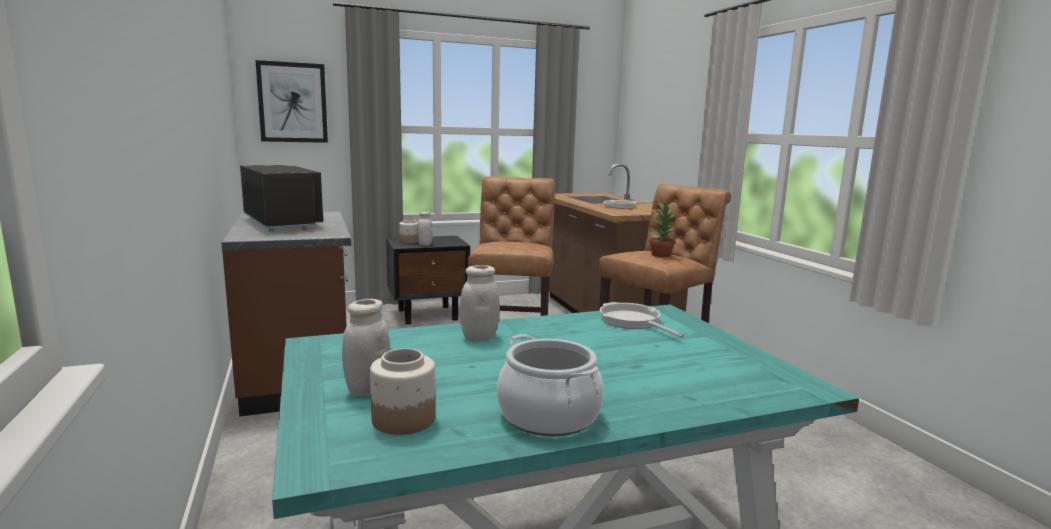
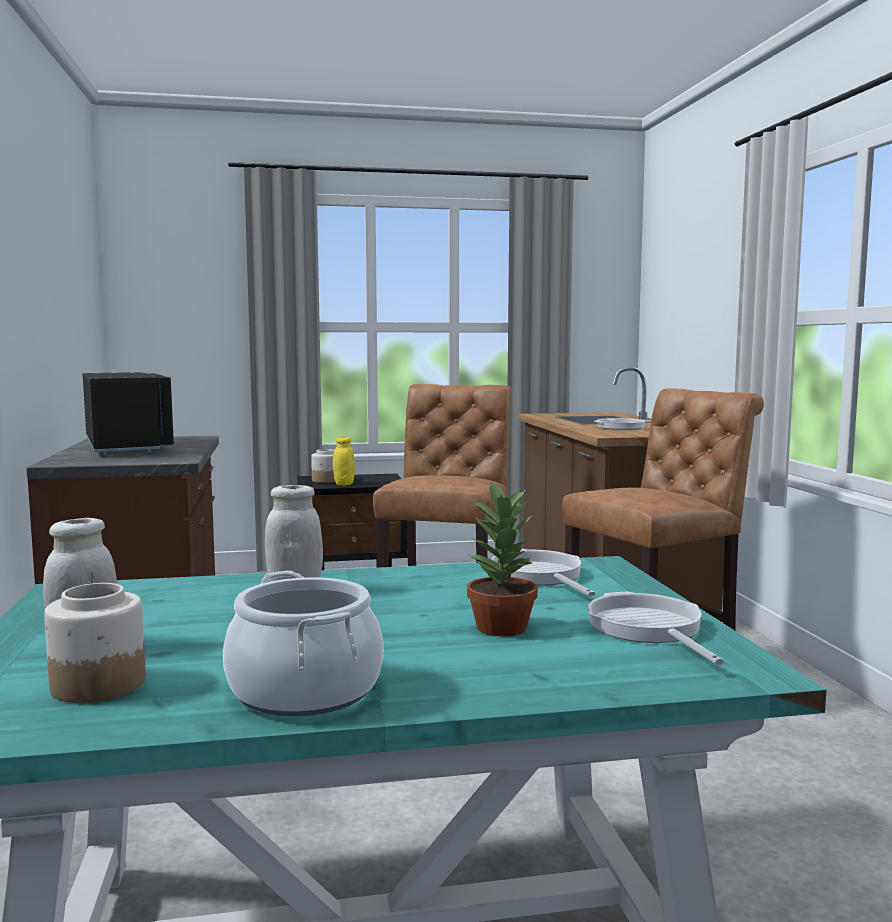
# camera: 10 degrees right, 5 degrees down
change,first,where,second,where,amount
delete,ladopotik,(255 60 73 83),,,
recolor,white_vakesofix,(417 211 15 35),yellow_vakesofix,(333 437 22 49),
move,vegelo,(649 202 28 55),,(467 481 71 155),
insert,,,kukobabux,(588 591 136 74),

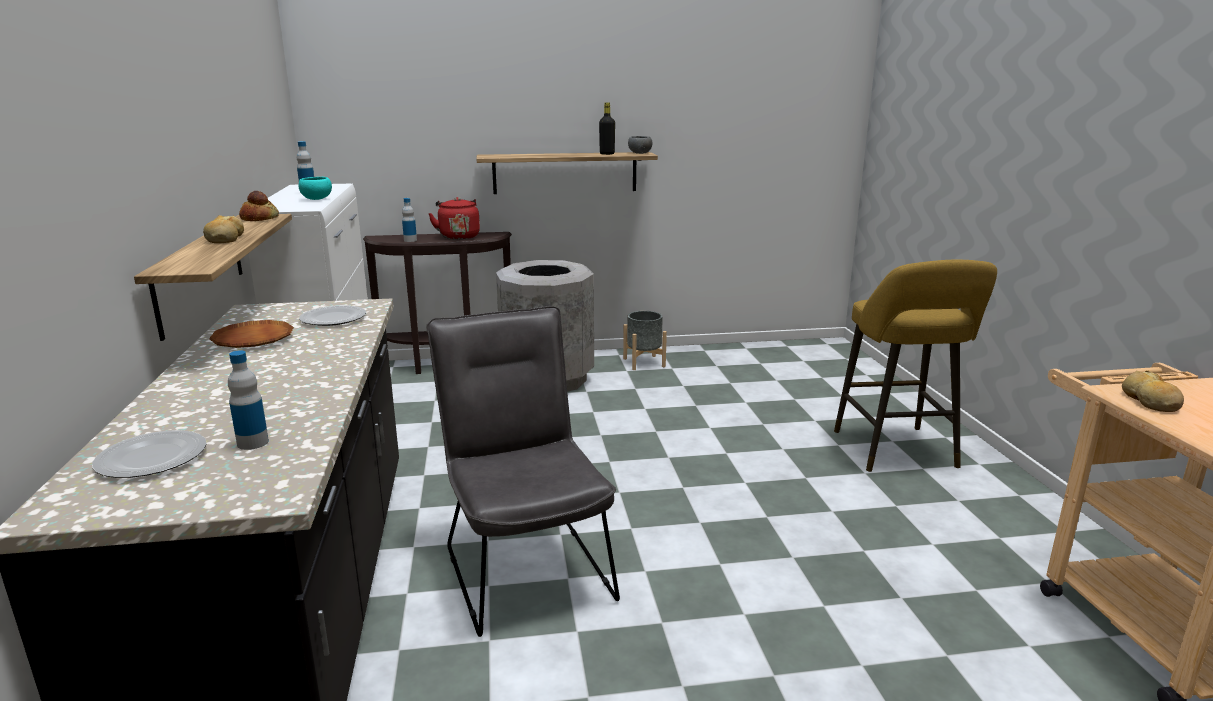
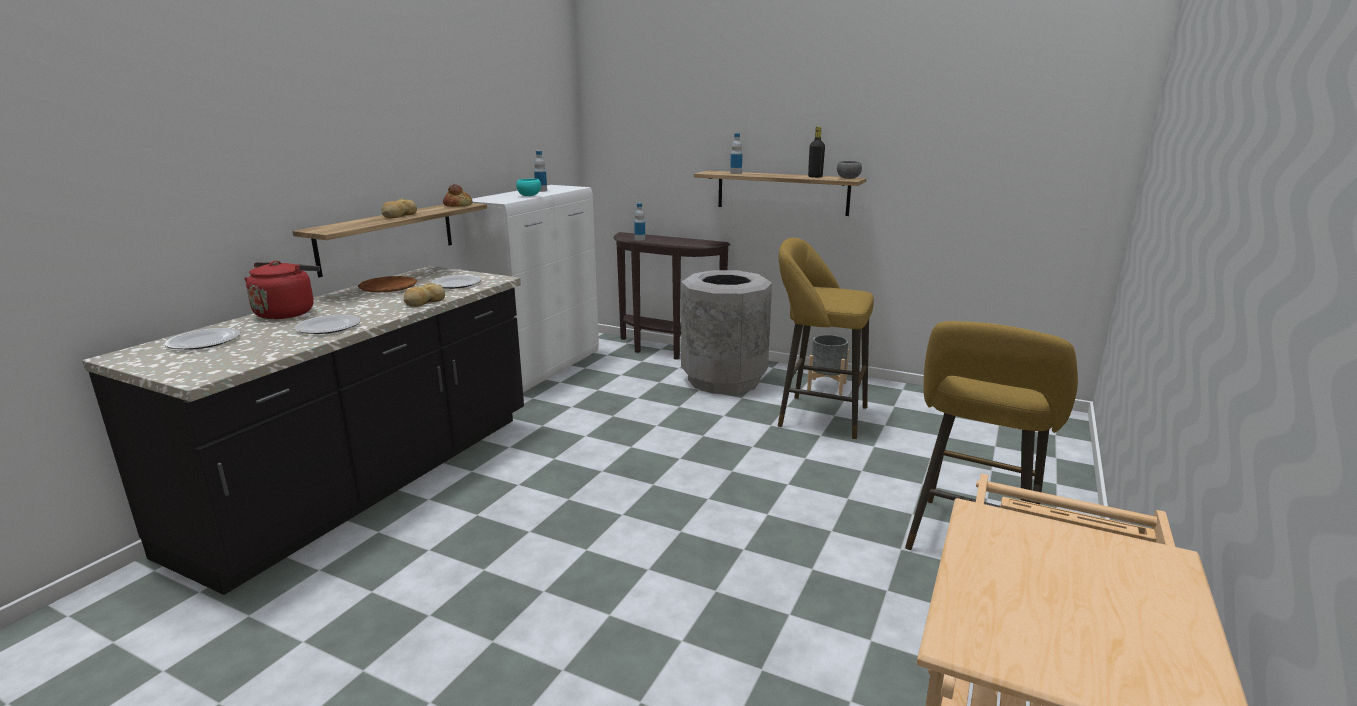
# camera: 35 degrees right, 0 degrees up
change,first,where,second,where,amount
move,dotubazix,(228 350 41 100),,(730 133 12 41),
delete,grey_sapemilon,(426 306 194 331),,,
move,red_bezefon,(428 197 52 43),,(244 260 76 59),
move,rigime,(1122 370 62 42),,(404 283 41 24),
insert,,,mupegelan,(294 315 67 19),
insert,,,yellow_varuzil,(778 238 96 201),

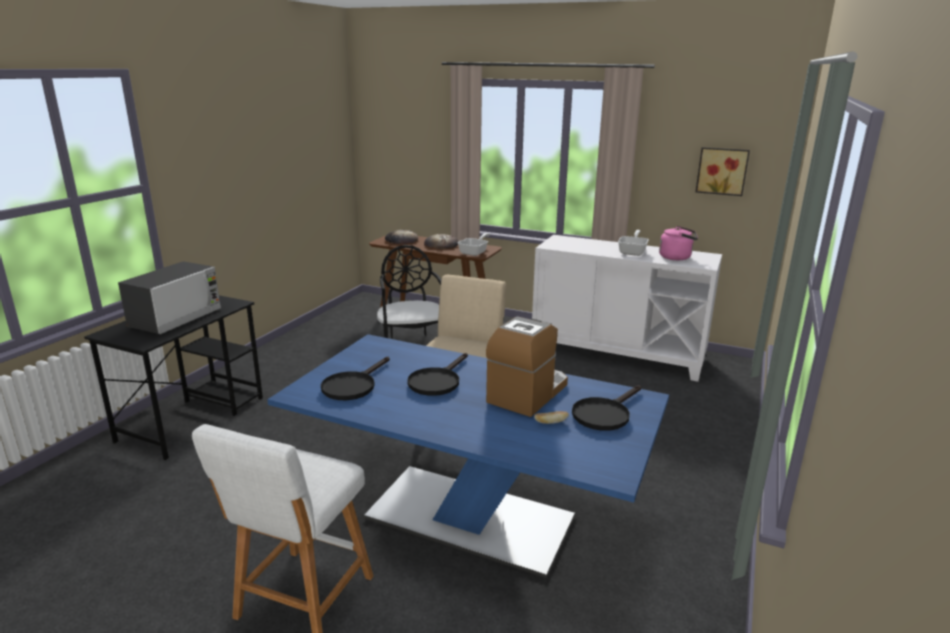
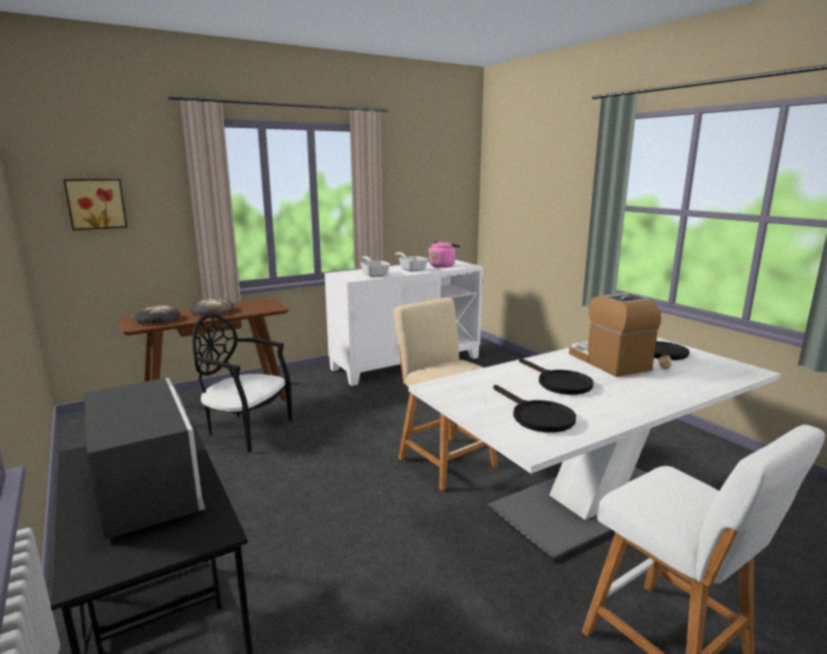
# camera: 55 degrees left, 5 degrees down
change,first,where,second,where,amount
recolor,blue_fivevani,(267 334 402 244),white_fivevani,(408 338 373 224),
move,kukobabux,(458 233 32 23),,(361 256 29 21),
move,ladopotik,(696 147 54 49),,(63 179 65 51),

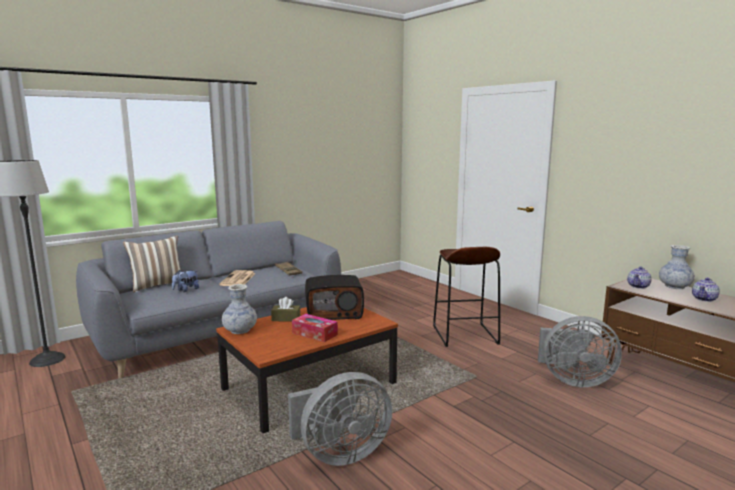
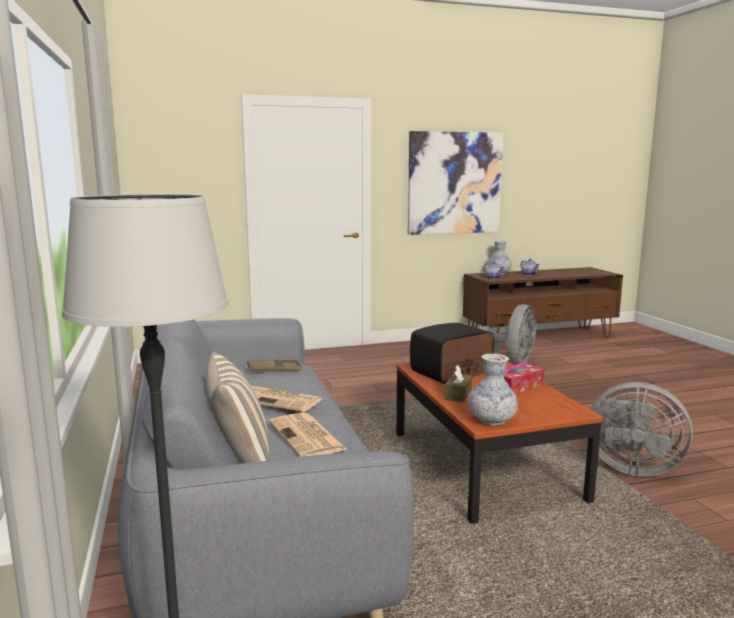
# camera: 70 degrees left, 0 degrees up
change,first,where,second,where,amount
replace,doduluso,(172 270 27 22),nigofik,(269 413 78 44),
rotate,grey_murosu,(288 372 104 94),,(590 382 103 95),120 degrees clockwise
rotate,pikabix,(305 275 59 45),,(410 323 84 61),135 degrees counterclockwise
delete,brown_varuzil,(433 247 68 100),,,
insert,,,ladopotik,(408 131 95 104),

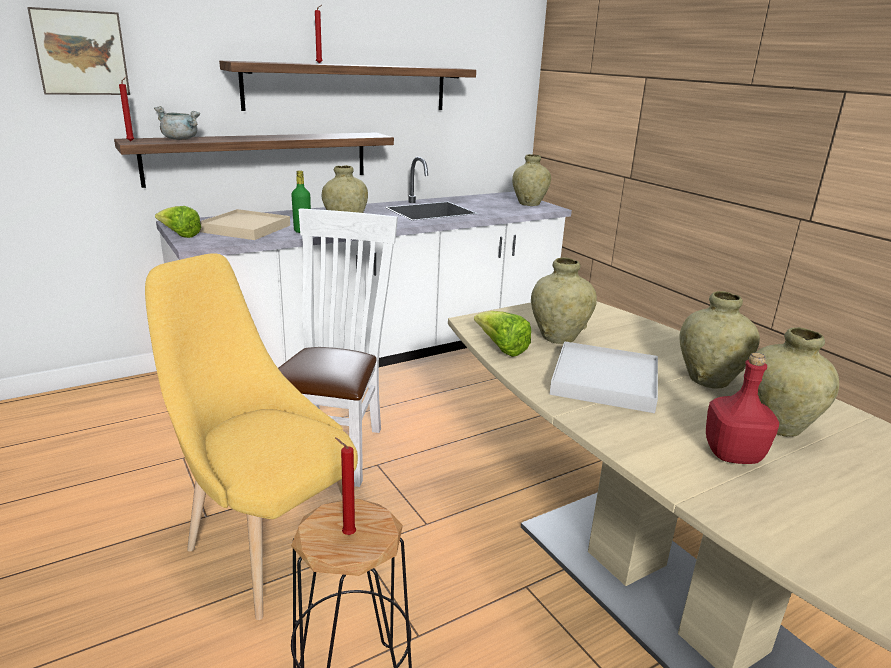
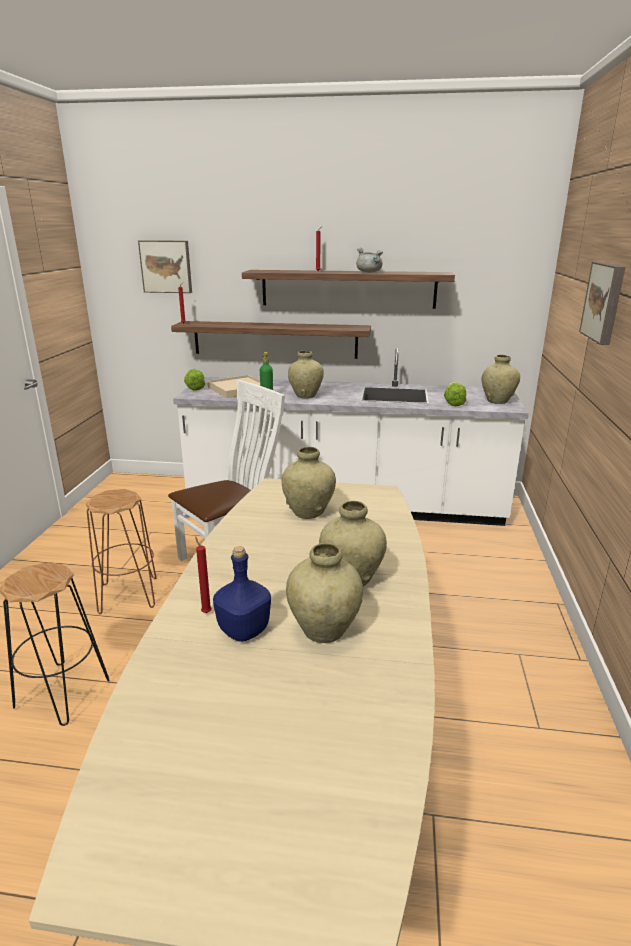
# camera: 40 degrees right, 0 degrees up
change,first,where,second,where,amount
replace,yellow_sapemilon,(145 253 213 367),brown_varuzil,(85 489 71 125),
move,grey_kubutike,(154 106 46 34),,(356 248 27 25),
move,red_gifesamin,(335 438 21 97),,(195 537 17 76),
move,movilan,(474 311 57 46),,(444 382 22 24),
delete,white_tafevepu,(550 341 108 72),,,
recolor,red_dotubazix,(706 353 73 111),blue_dotubazix,(213 546 58 96),
insert,,,ladopotik,(579 262 46 83),

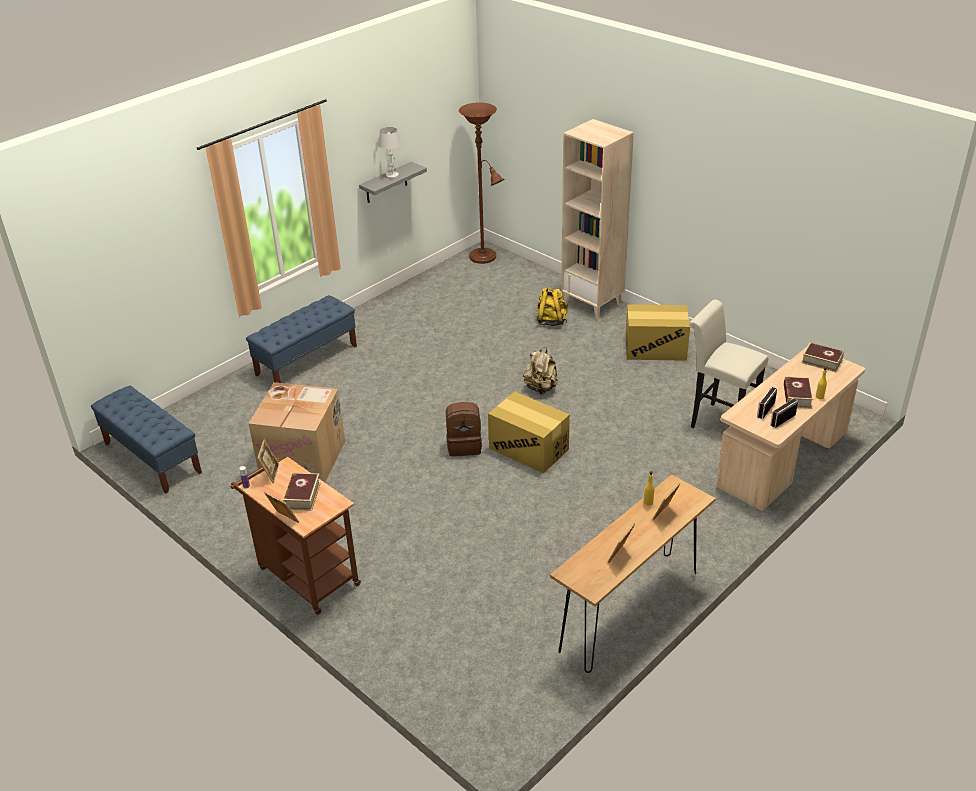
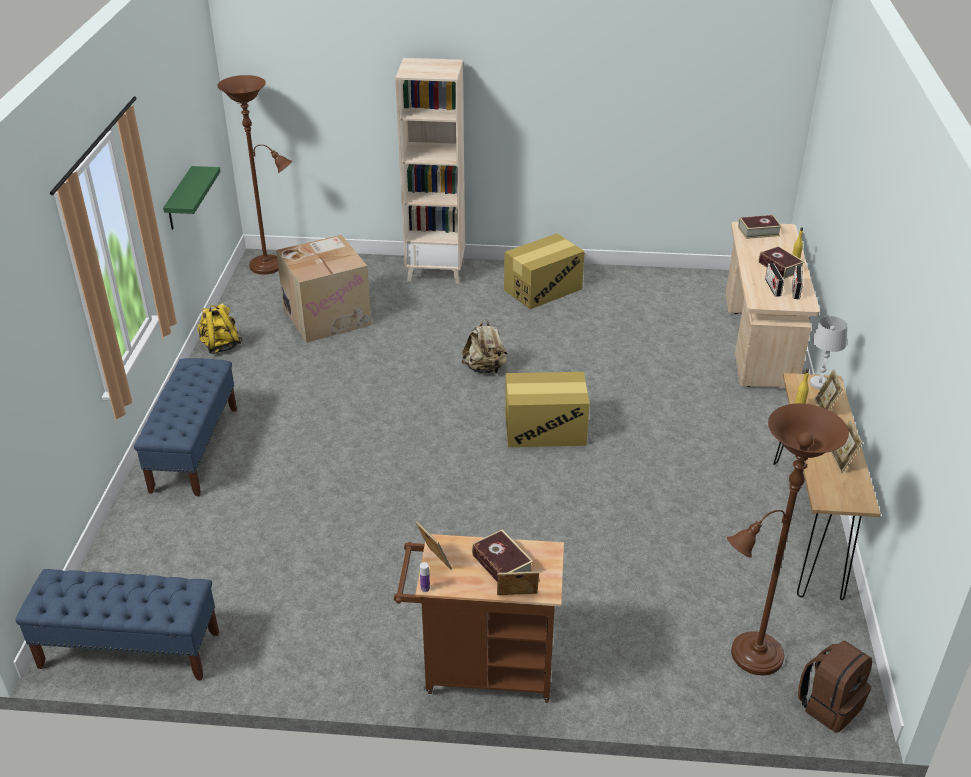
# camera: 40 degrees left, 0 degrees up
change,first,where,second,where,amount
move,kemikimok,(248 382 97 100),,(276 235 96 108),
recolor,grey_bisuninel,(359 162 68 41),green_bisuninel,(163 166 58 64),
move,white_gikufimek,(379 127 22 52),,(810 316 37 73),
move,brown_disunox,(446 402 36 54),,(798 640 74 93),
move,yellow_disunox,(537 287 31 39),,(197 303 46 51),
delete,white_varuzil,(689 299 80 129),,,
insert,,,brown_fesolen,(727 403 122 272),

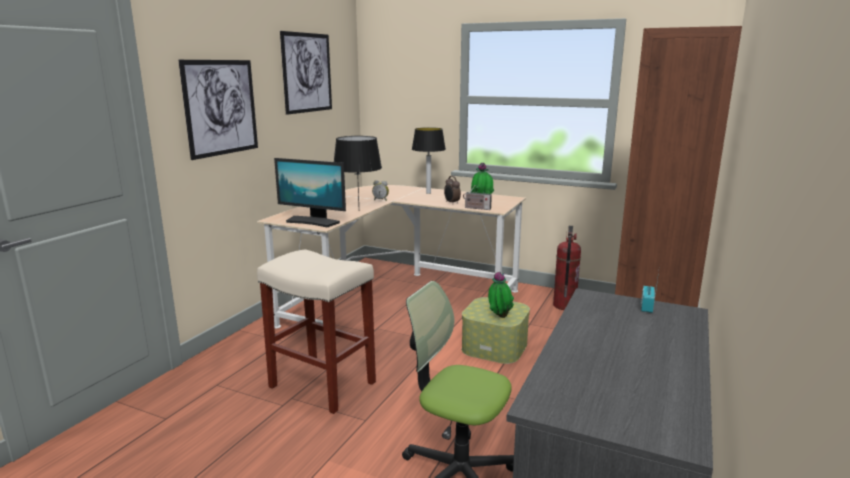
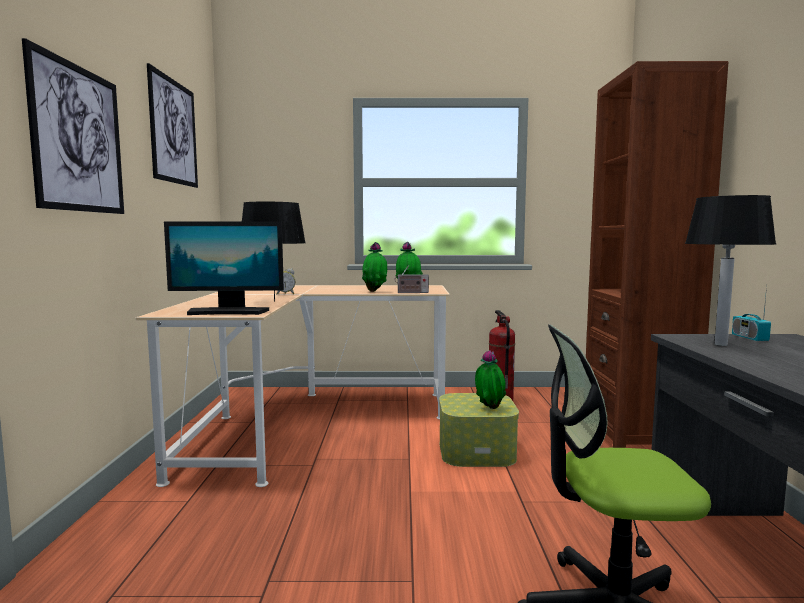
# camera: 25 degrees left, 10 degrees down
change,first,where,second,where,amount
delete,beige_varuzil,(257 250 119 164),,,
move,gikufimek,(412 127 34 67),,(685 195 91 151),
replace,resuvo,(444 176 17 29),vegelo,(362 242 25 50),

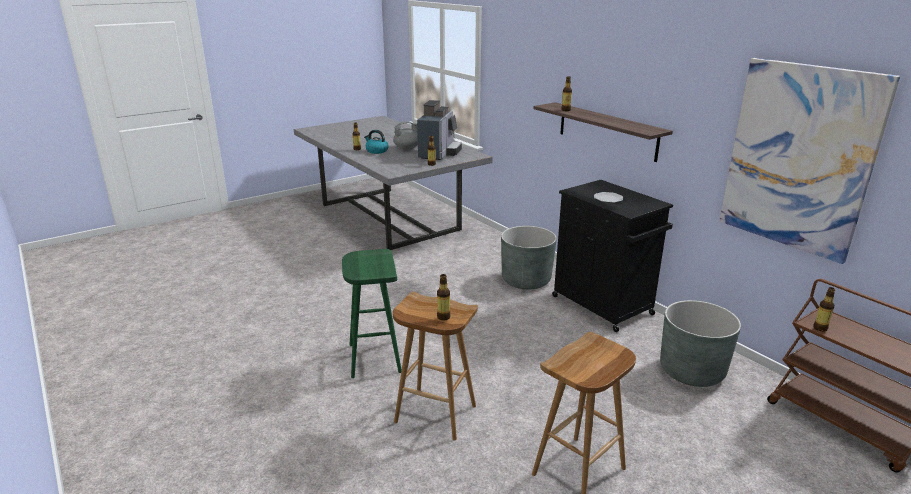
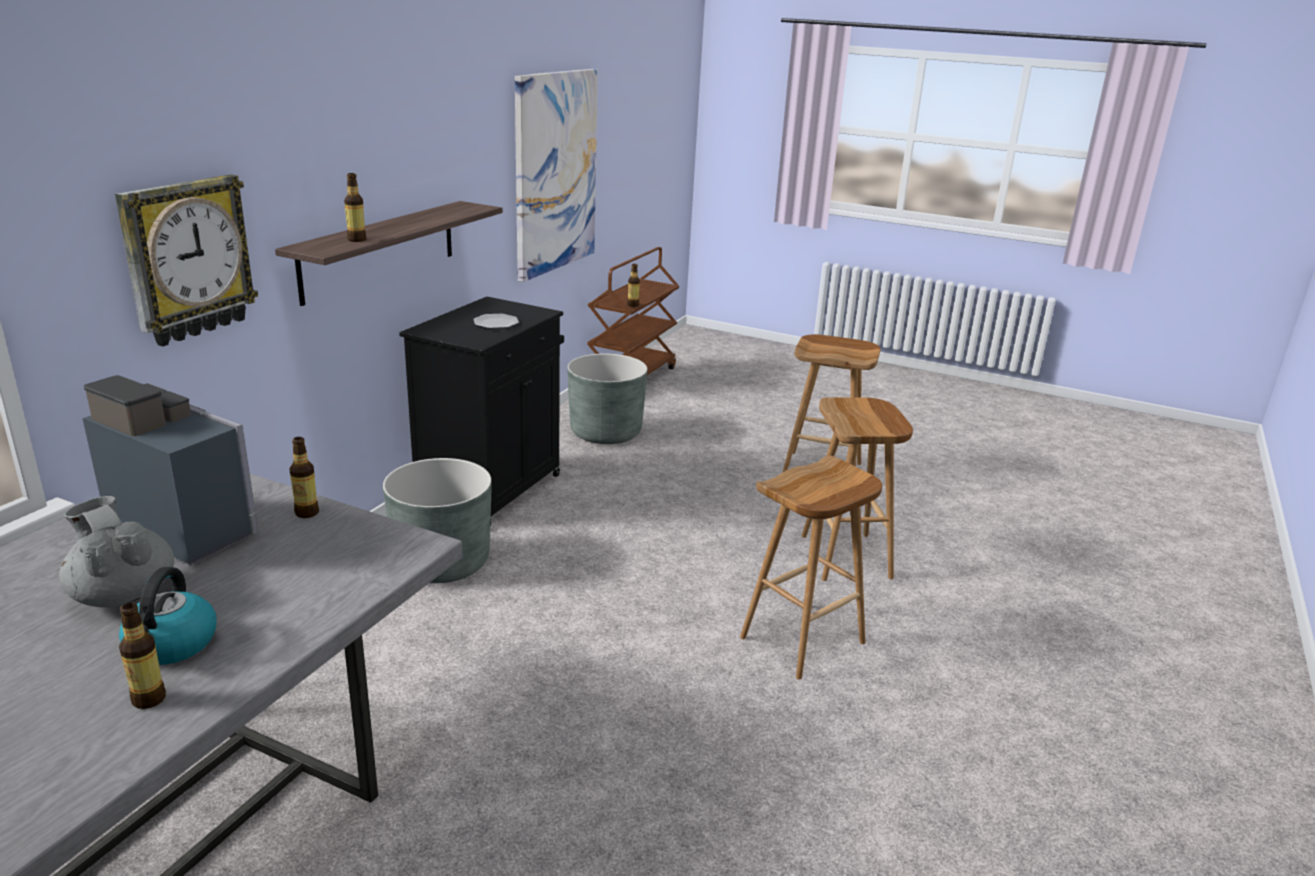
# camera: 120 degrees left, 0 degrees up
change,first,where,second,where,amount
recolor,green_varuzil,(342 249 60 129),brown_varuzil,(740 455 142 225),
rotate,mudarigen,(417 100 45 60),,(83 375 175 190),45 degrees clockwise
delete,dotubazix,(437 274 13 47),,,
insert,,,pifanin,(115 174 143 172),

